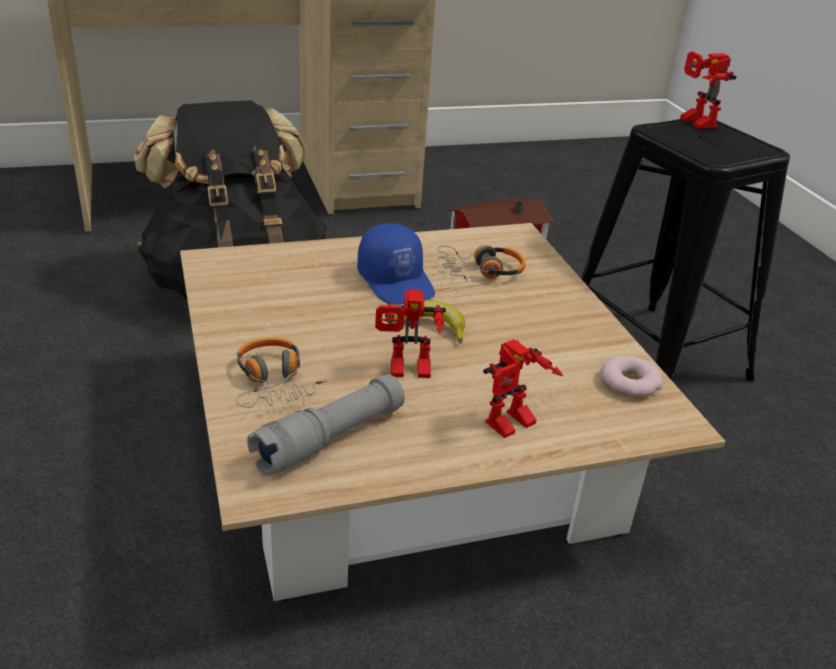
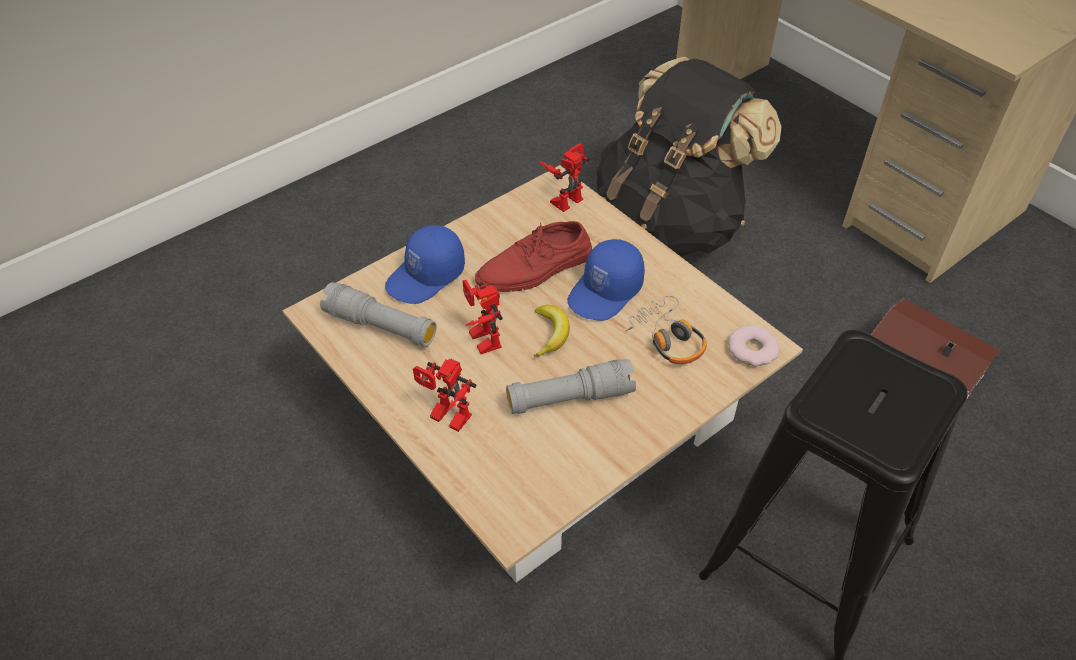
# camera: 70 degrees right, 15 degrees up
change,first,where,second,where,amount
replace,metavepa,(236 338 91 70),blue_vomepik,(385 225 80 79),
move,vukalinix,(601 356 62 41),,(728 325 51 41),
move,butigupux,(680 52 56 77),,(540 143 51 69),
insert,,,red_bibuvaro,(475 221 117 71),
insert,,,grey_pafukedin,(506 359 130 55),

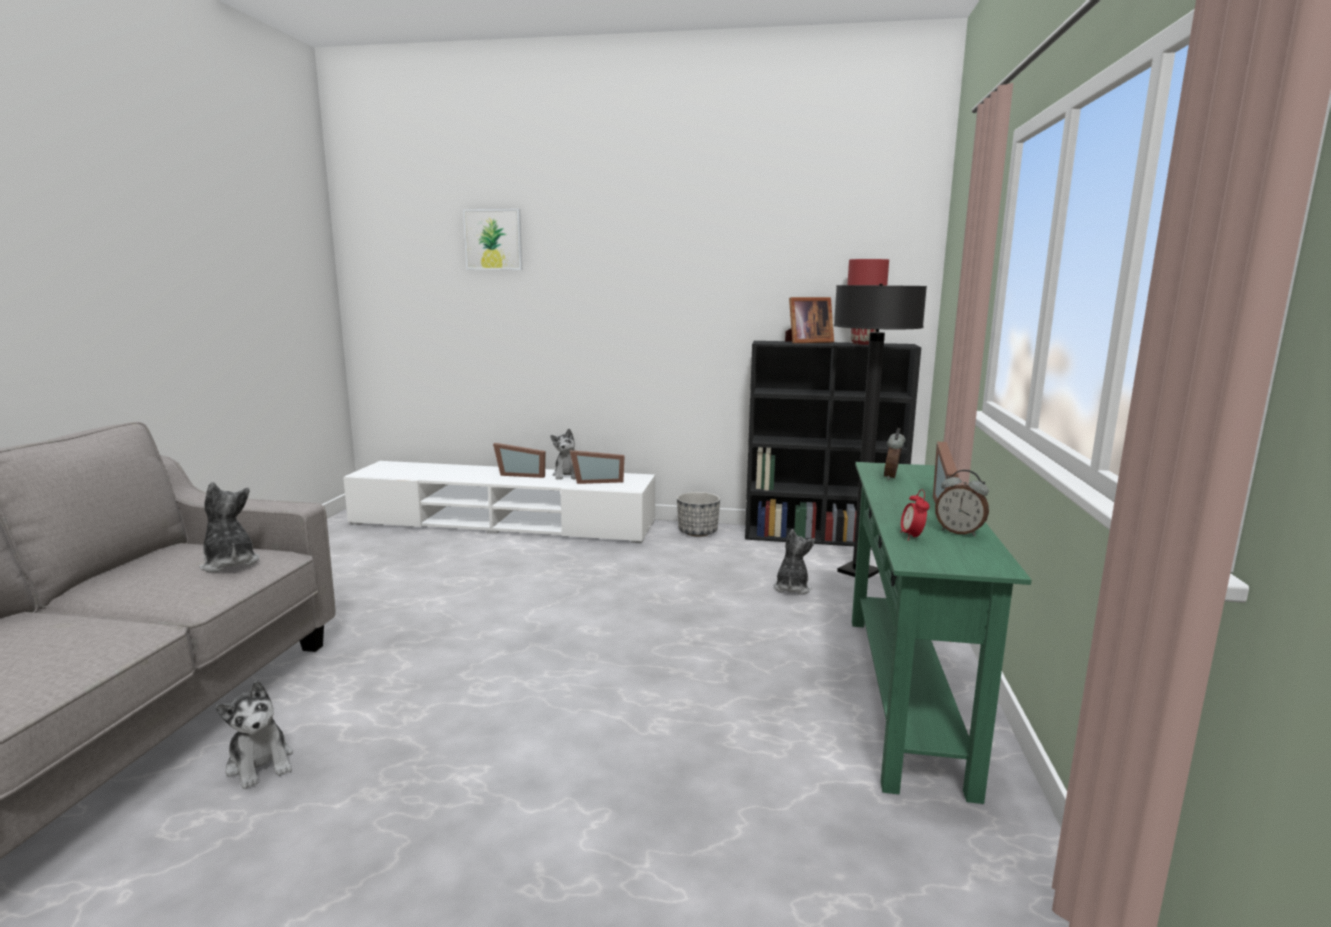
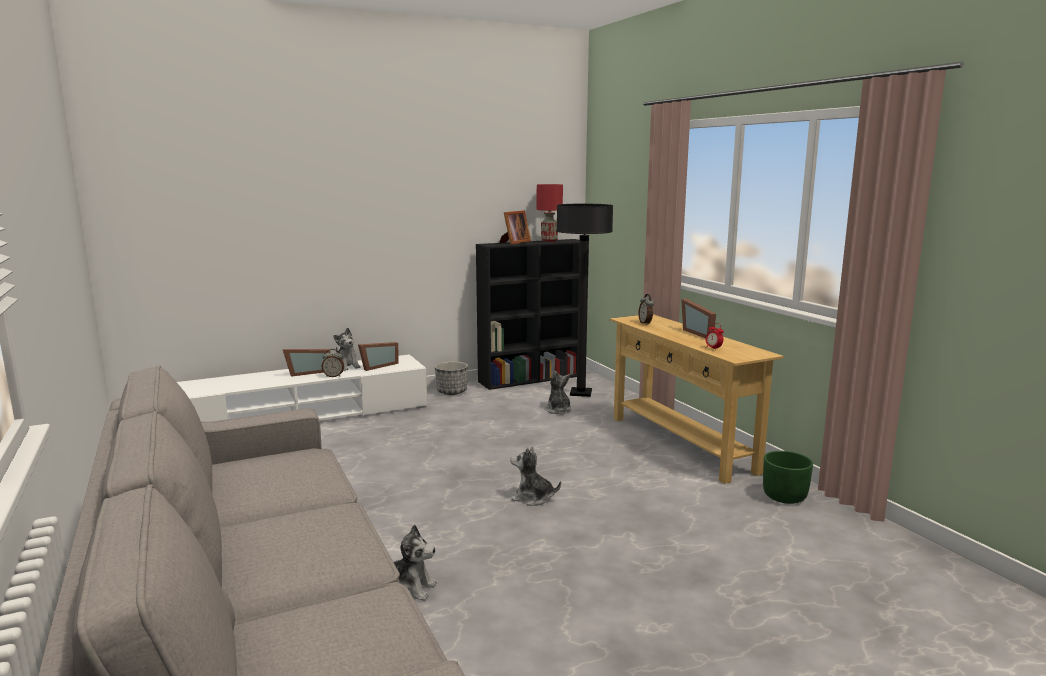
# camera: 35 degrees left, 0 degrees up
change,first,where,second,where,amount
move,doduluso,(199 482 61 90),,(510 447 51 59),
delete,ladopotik,(463 209 59 61),,,
recolor,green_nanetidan,(852 462 179 342),beige_nanetidan,(610 314 174 170),
move,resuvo,(935 470 54 67),,(322 349 22 28),
insert,,,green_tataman,(763 451 50 53),

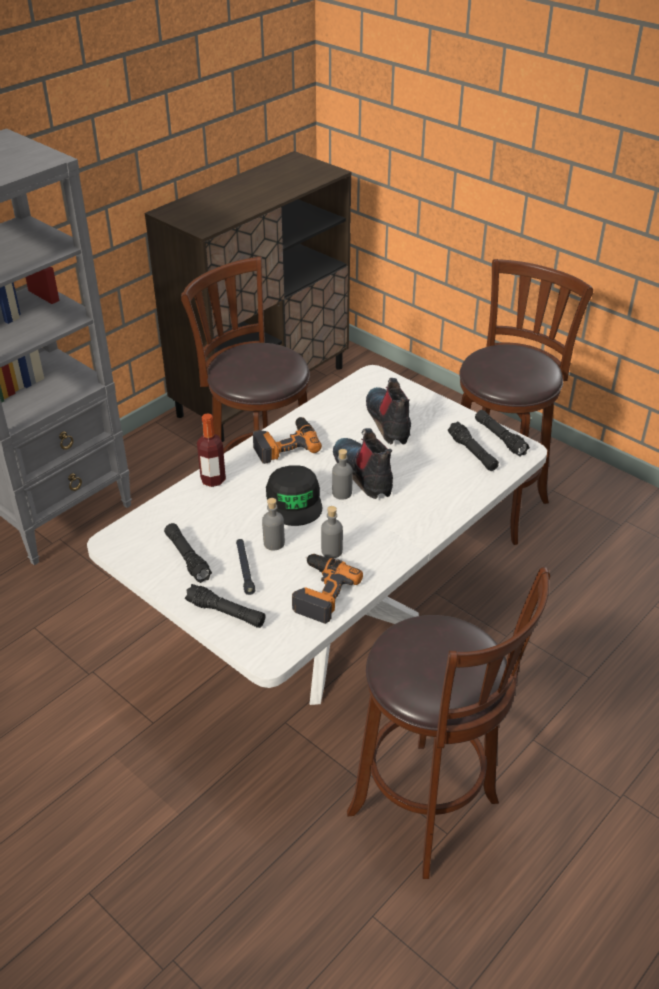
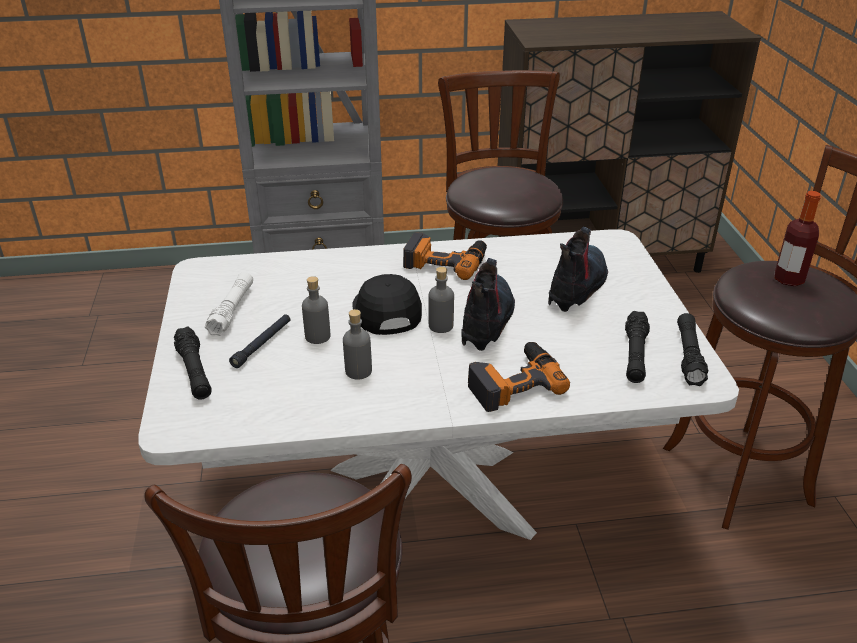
# camera: 40 degrees right, 5 degrees down
change,first,where,second,where,amount
recolor,black_pafukedin,(164 523 48 60),white_pafukedin,(205 272 48 64),
move,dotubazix,(197 413 29 74),,(774 191 47 95),
rotate,black_vomepik,(266 465 56 61),,(352 274 70 61),135 degrees clockwise
move,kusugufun,(292 554 71 70),,(468 342 102 70),

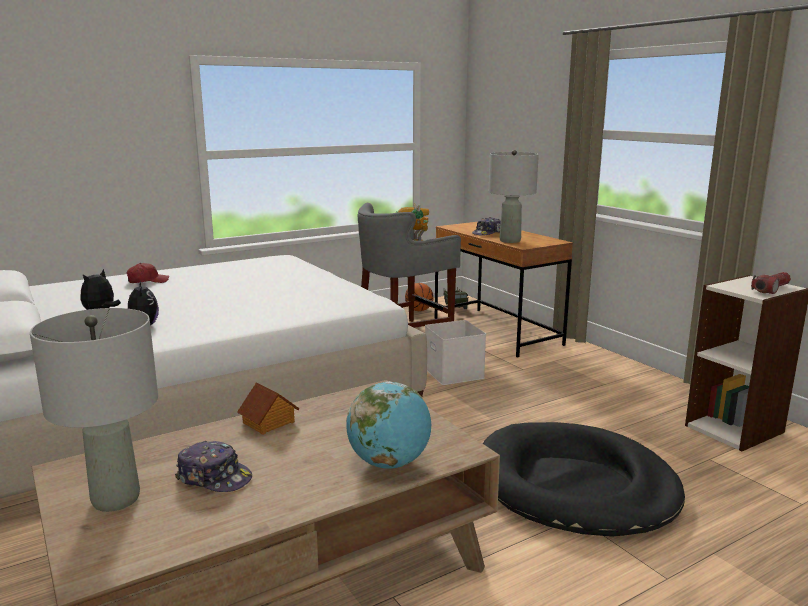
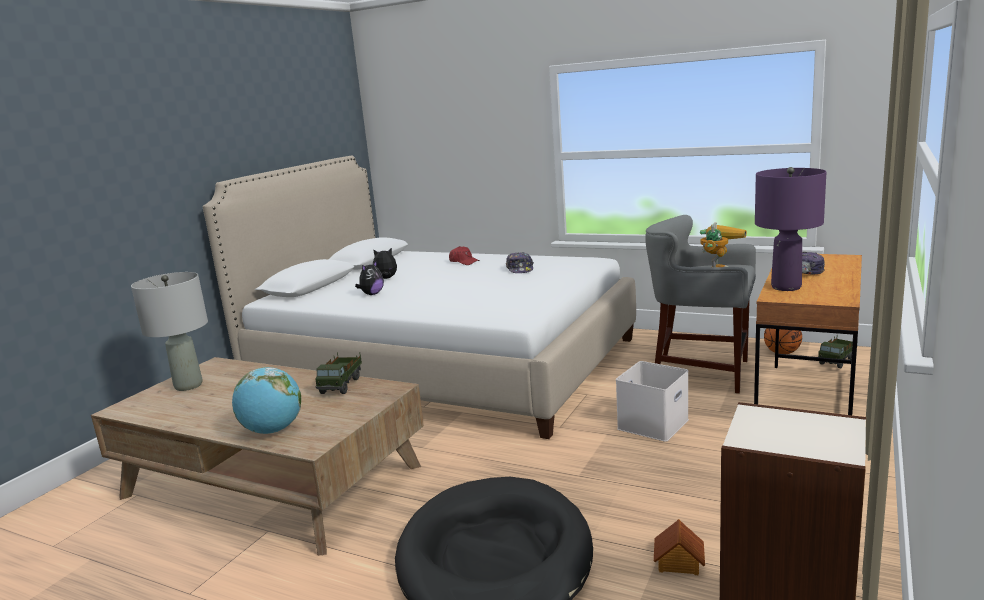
# camera: 60 degrees right, 0 degrees up
change,first,where,second,where,amount
move,vomepik,(175 441 77 51),,(506 252 28 21),
move,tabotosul,(237 382 63 53),,(654 519 51 56),
recolor,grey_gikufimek,(489 150 50 93),purple_gikufimek,(755 167 71 124),
delete,pafukedin,(751 272 40 22),,,
insert,,,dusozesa,(315 352 47 42),

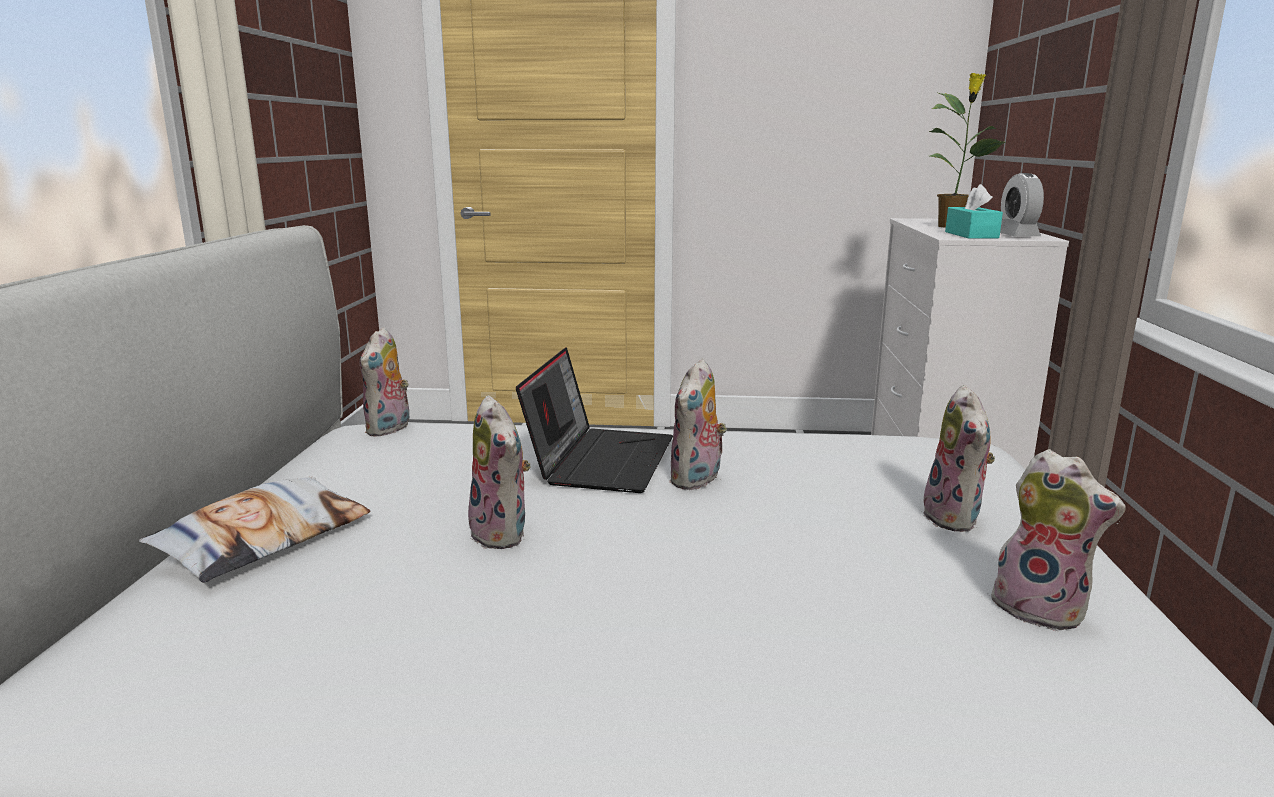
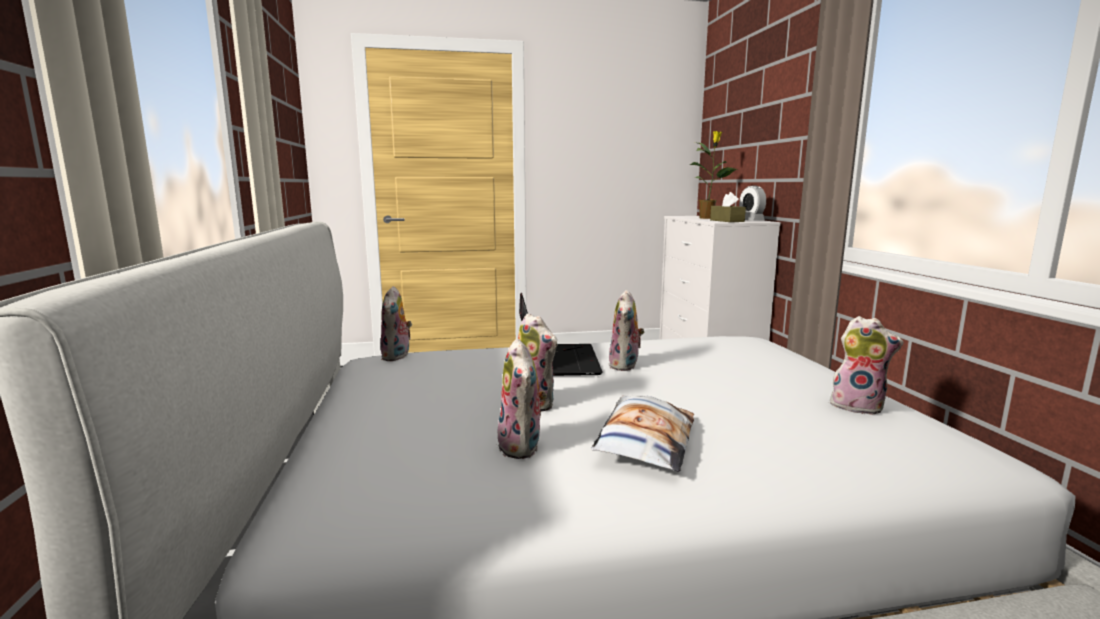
# camera: 15 degrees left, 5 degrees down
change,first,where,second,where,amount
move,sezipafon,(139 476 232 107),,(591 395 103 77),
move,doduluso,(923 385 72 147),,(498 339 49 120),
recolor,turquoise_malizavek,(945 184 58 55),brown_malizavek,(710 192 36 30),

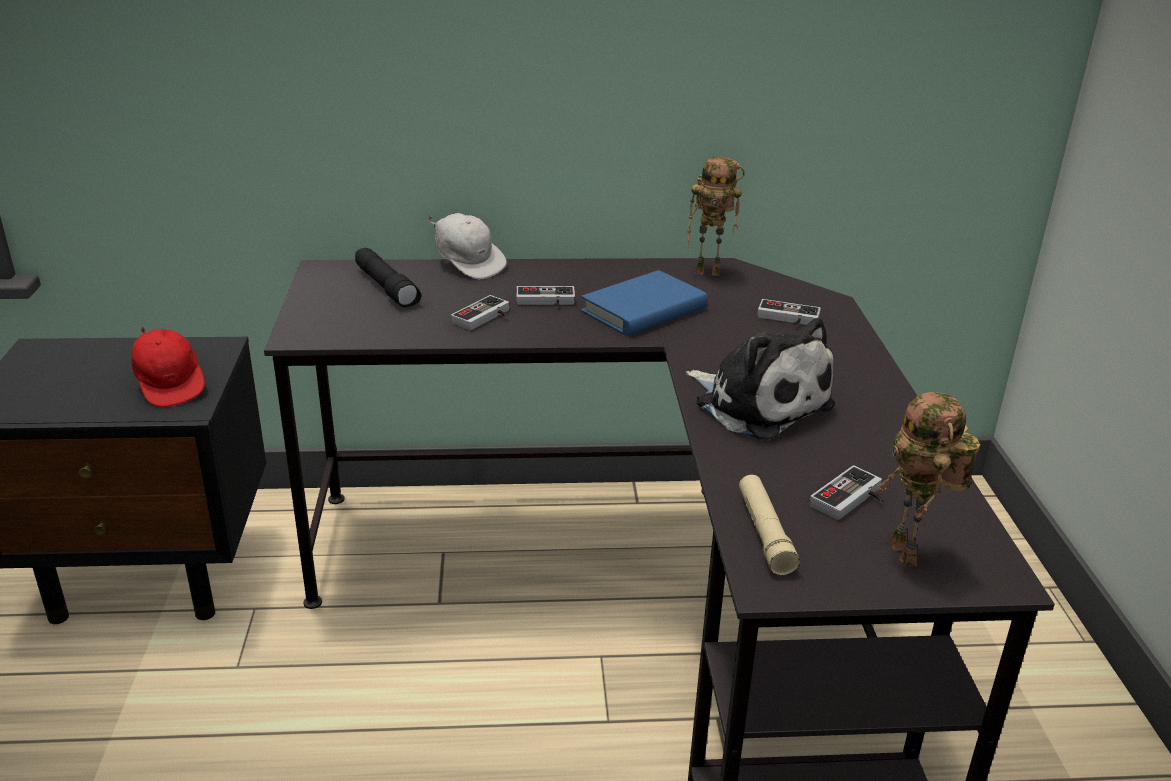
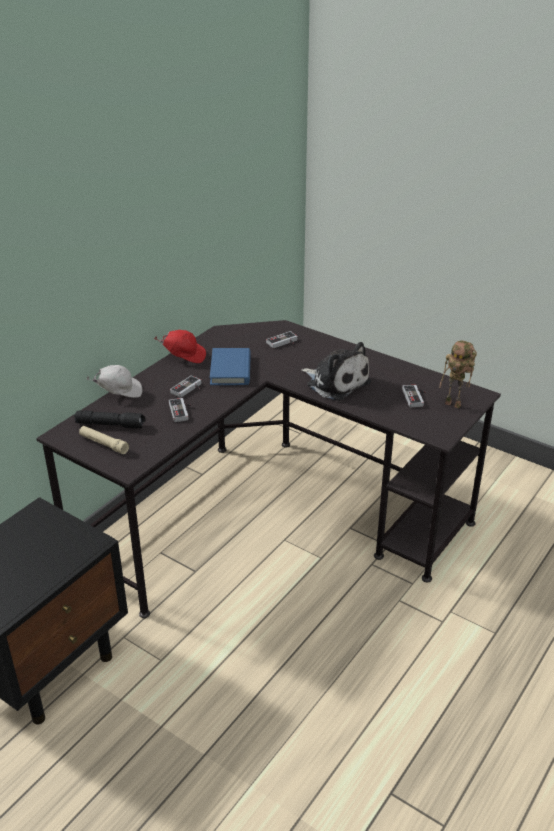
# camera: 50 degrees left, 5 degrees up
change,first,where,second,where,amount
move,red_vomepik,(131 326 74 82),,(154 330 52 33),
rotate,doduluso,(686 318 149 123),,(301 342 70 59),45 degrees clockwise
delete,butigupux,(687 157 58 119),,,
move,beige_pafukedin,(739 475 61 101),,(79 426 50 28),

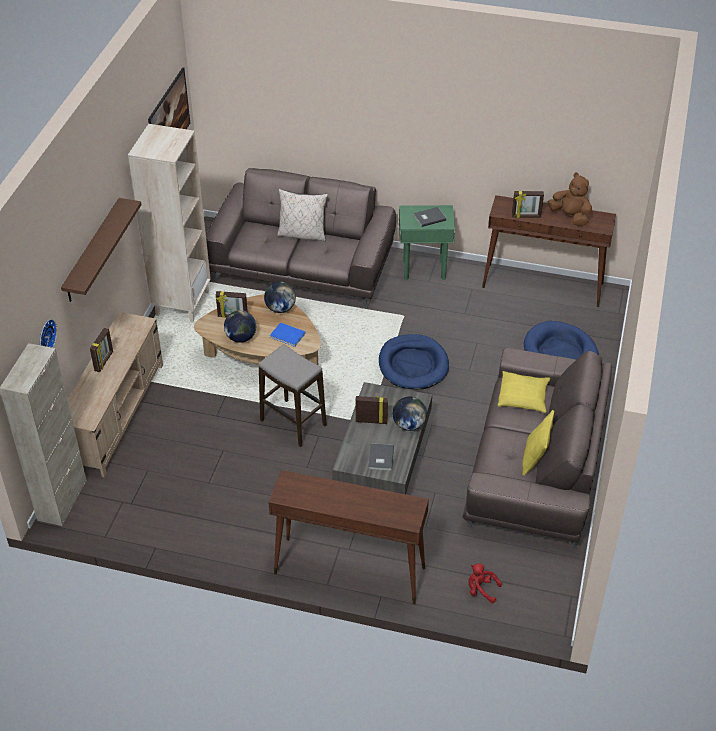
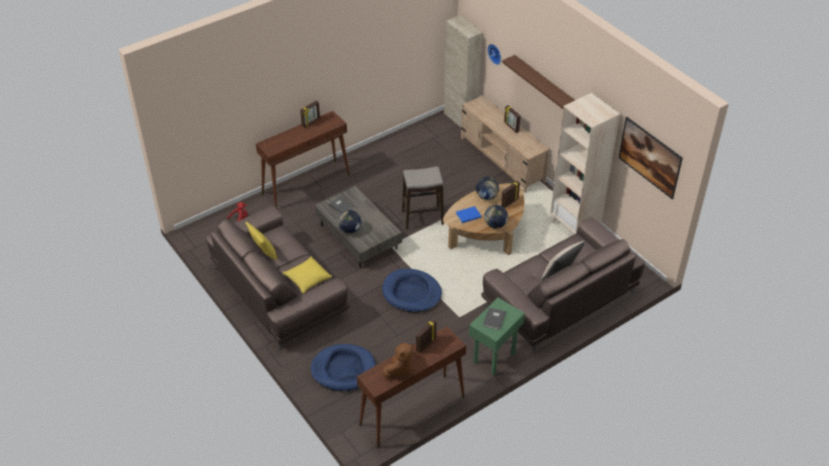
# camera: 130 degrees right, 0 degrees up
change,first,where,second,where,amount
move,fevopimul,(355 396 33 28),,(300 101 20 27),
rotate,brown_doduluso,(547 172 45 54),,(383 343 30 35),45 degrees counterclockwise

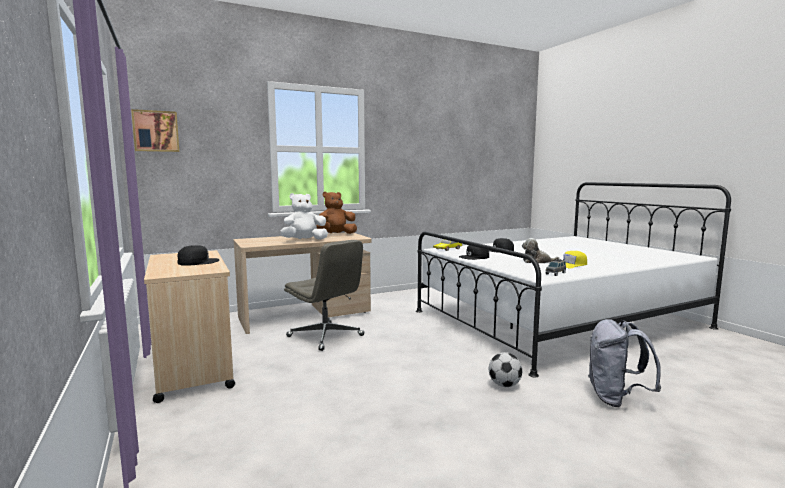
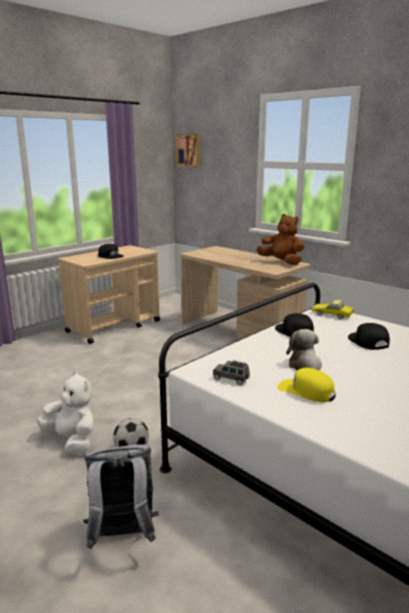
# camera: 70 degrees right, 10 degrees up
change,first,where,second,where,amount
move,white_doduluso,(281 193 47 47),,(37 371 57 84),
delete,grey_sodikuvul,(284 240 81 111),,,

